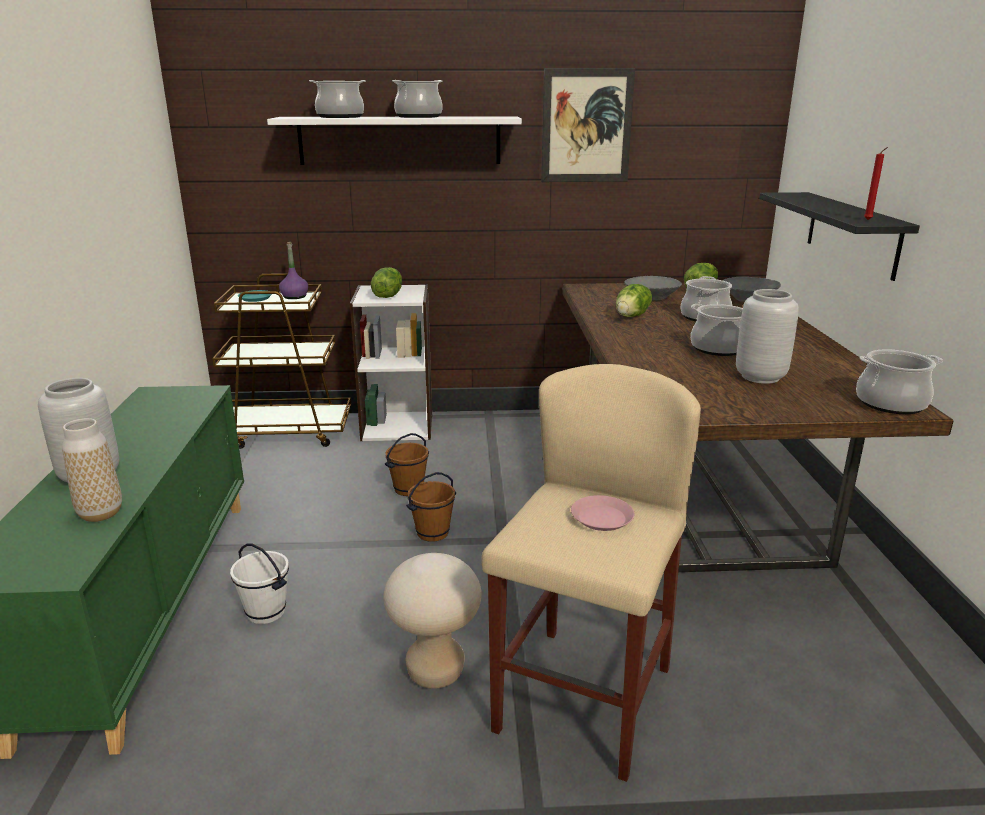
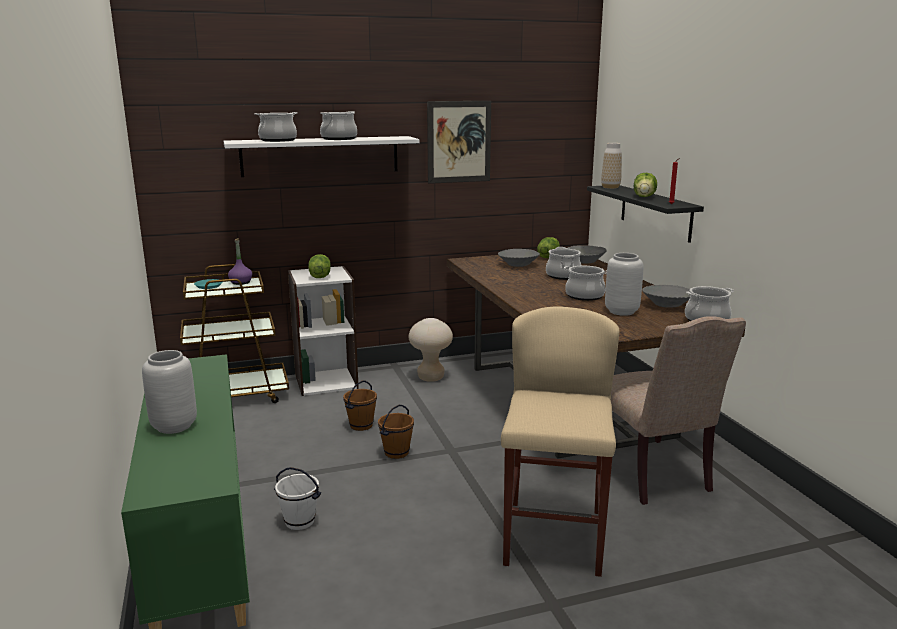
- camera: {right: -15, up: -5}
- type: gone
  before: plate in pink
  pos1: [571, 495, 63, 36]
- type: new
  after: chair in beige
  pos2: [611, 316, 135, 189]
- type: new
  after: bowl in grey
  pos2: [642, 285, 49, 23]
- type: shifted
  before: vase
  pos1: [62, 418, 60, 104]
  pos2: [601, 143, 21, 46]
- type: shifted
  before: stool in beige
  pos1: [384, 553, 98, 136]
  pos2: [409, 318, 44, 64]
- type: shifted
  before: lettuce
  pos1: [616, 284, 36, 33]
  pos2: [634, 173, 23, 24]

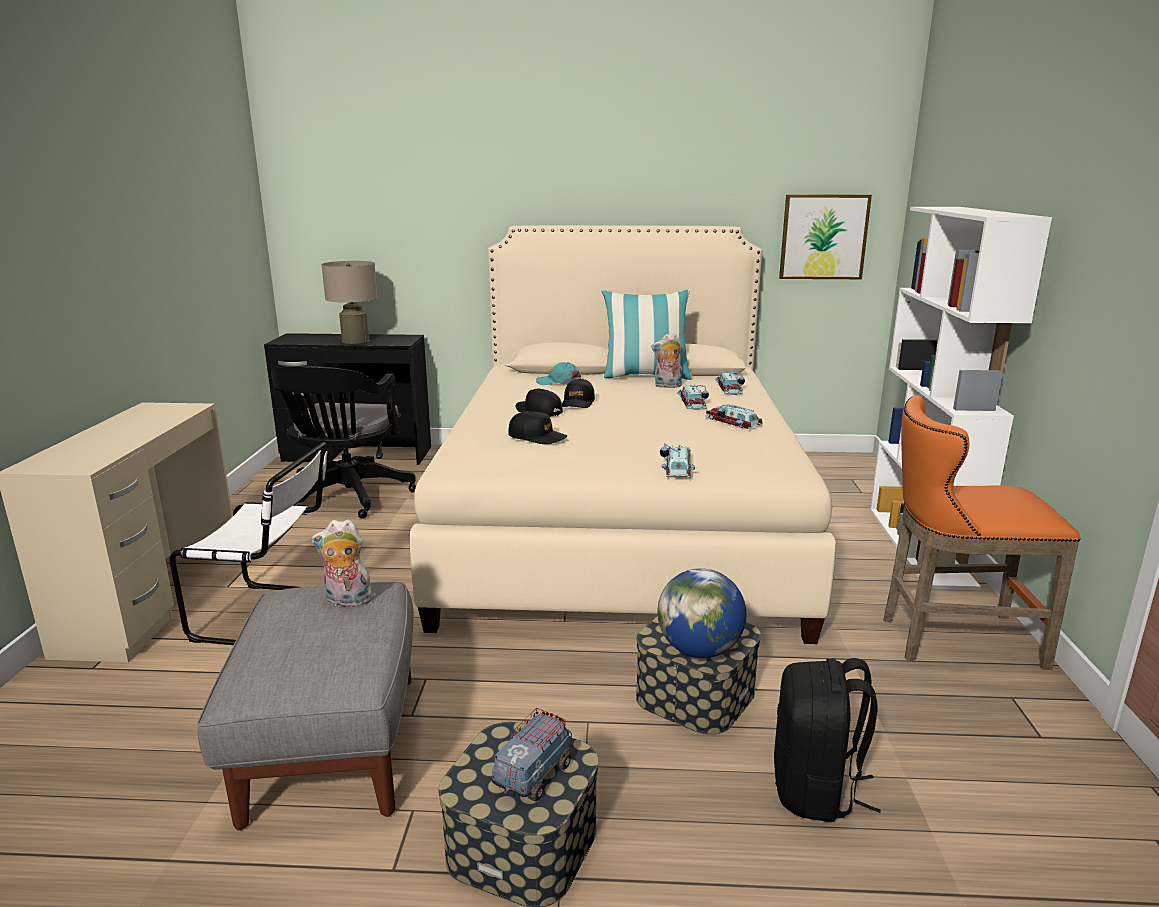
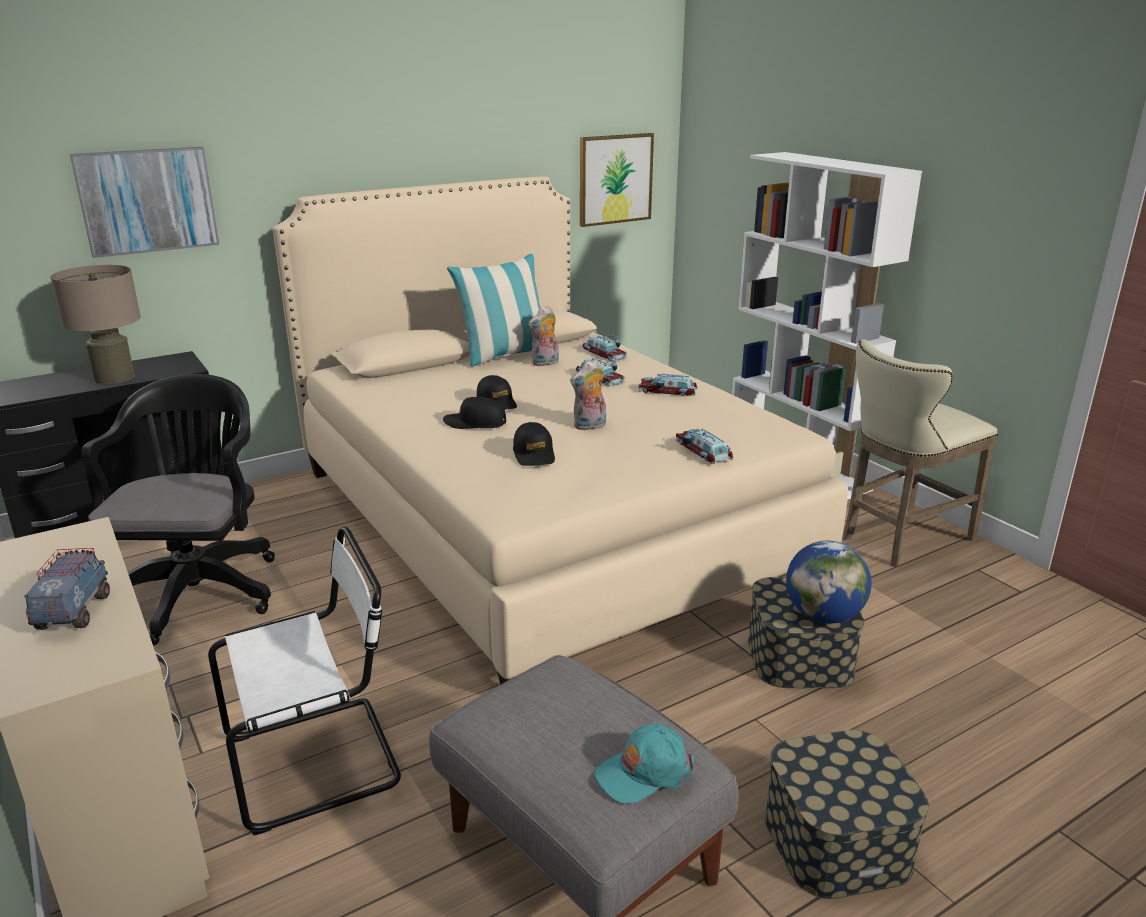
- camera: {right: -35, up: 5}
- type: gone
  before: backpack in black
  pos1: [774, 658, 107, 164]
- type: new
  after: picture
  pos2: [70, 147, 149, 111]
- type: shifted
  before: plush toy
  pos1: [311, 520, 64, 87]
  pos2: [570, 359, 36, 71]
- type: shifted
  before: toy truck
  pos1: [492, 708, 81, 93]
  pos2: [24, 548, 86, 82]
- type: shifted
  before: cap in turquoise
  pos1: [536, 362, 45, 23]
  pos2: [594, 723, 101, 81]
- type: repainted
  before: stool in orange
  after: stool in beige
  pos1: [883, 395, 198, 275]
  pos2: [843, 339, 155, 228]
- type: rotated
  before: office chair in black
  pos1: [271, 366, 145, 153]
  pos2: [81, 374, 194, 272]
  turn: -150
- type: rotated
  before: cap in black
  pos1: [508, 411, 59, 33]
  pos2: [513, 422, 42, 44]
  turn: 90

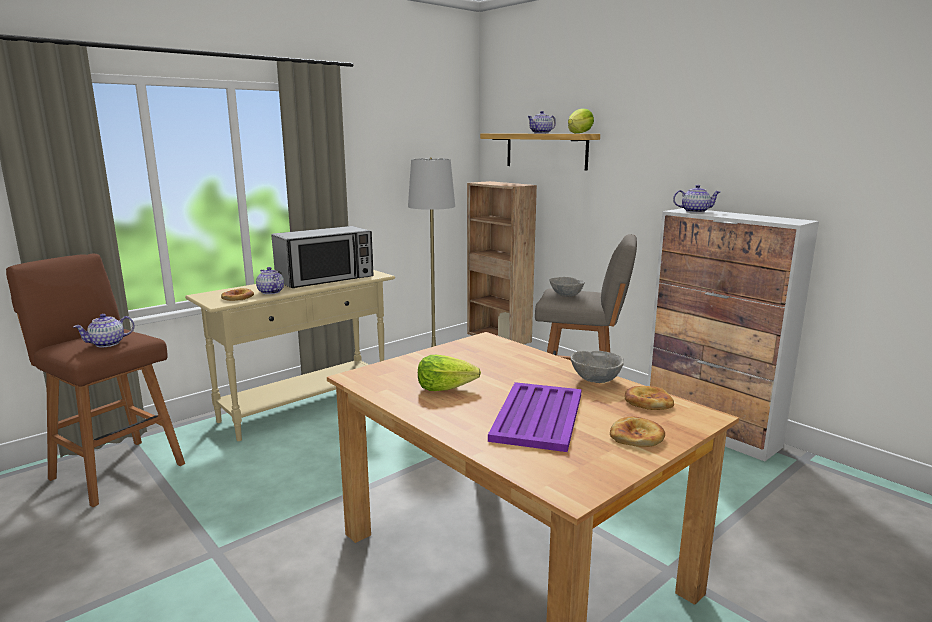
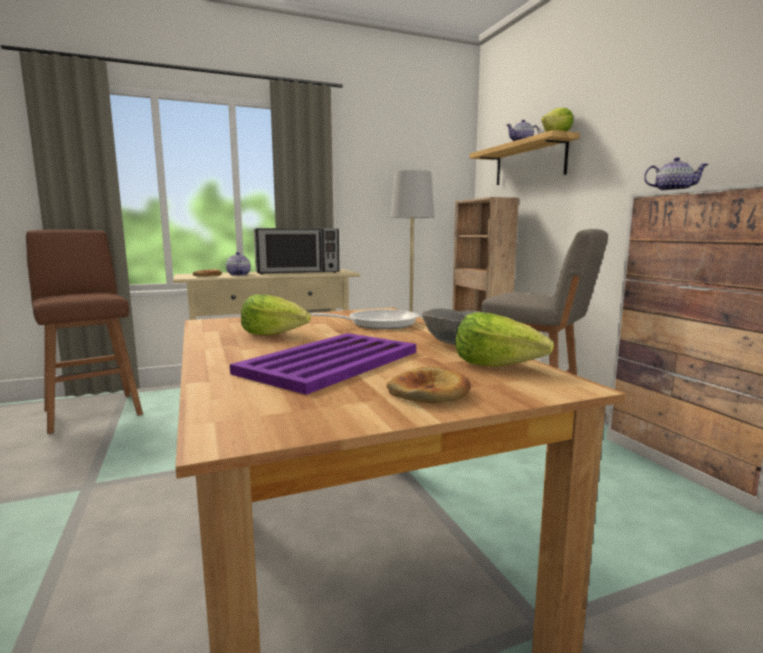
- camera: {right: 20, up: -5}
- type: gone
  before: teapot
  pos1: [73, 314, 62, 33]
- type: gone
  before: bowl in grey
  pos1: [550, 277, 35, 20]
- type: new
  after: frying pan
  pos2: [309, 309, 110, 20]
- type: swapped
  before: bread
  after: lettuce
  pos1: [625, 386, 49, 24]
  pos2: [455, 312, 99, 55]

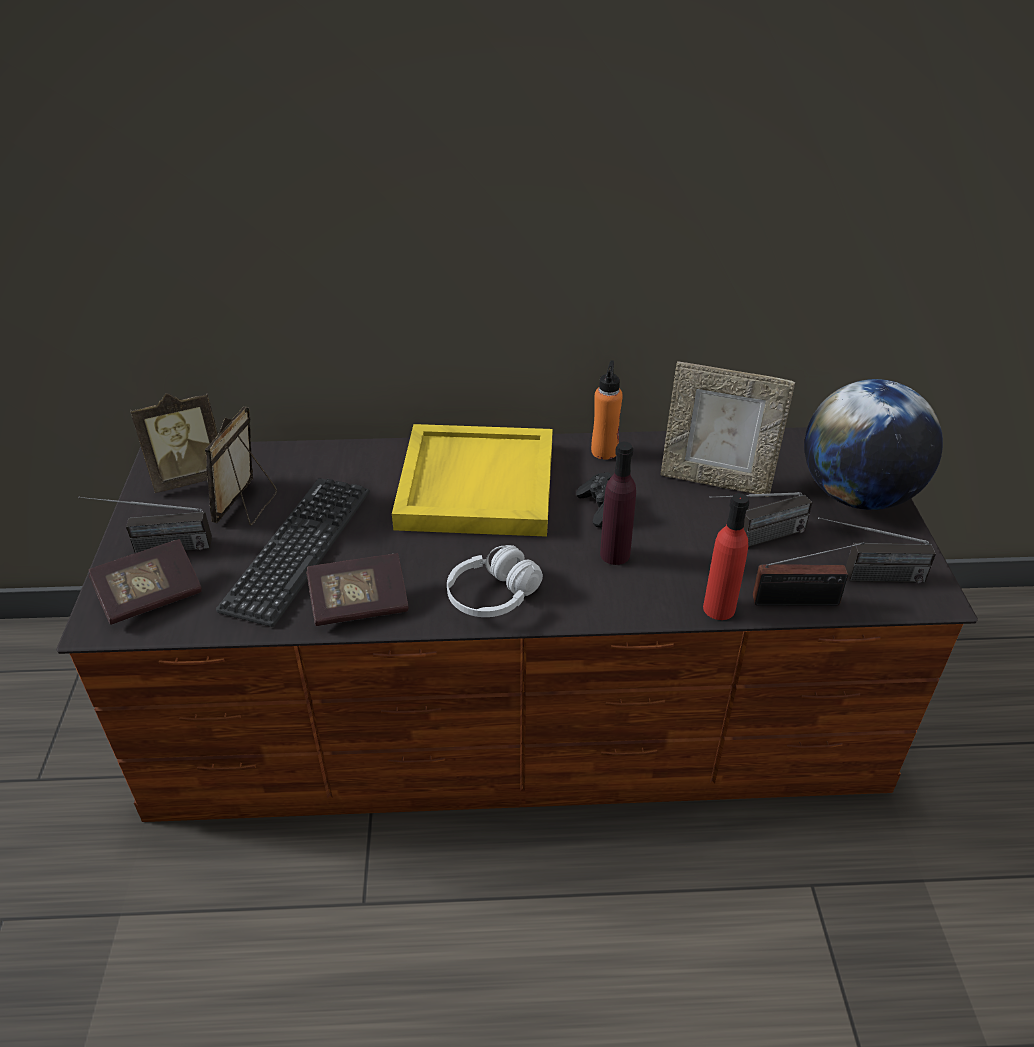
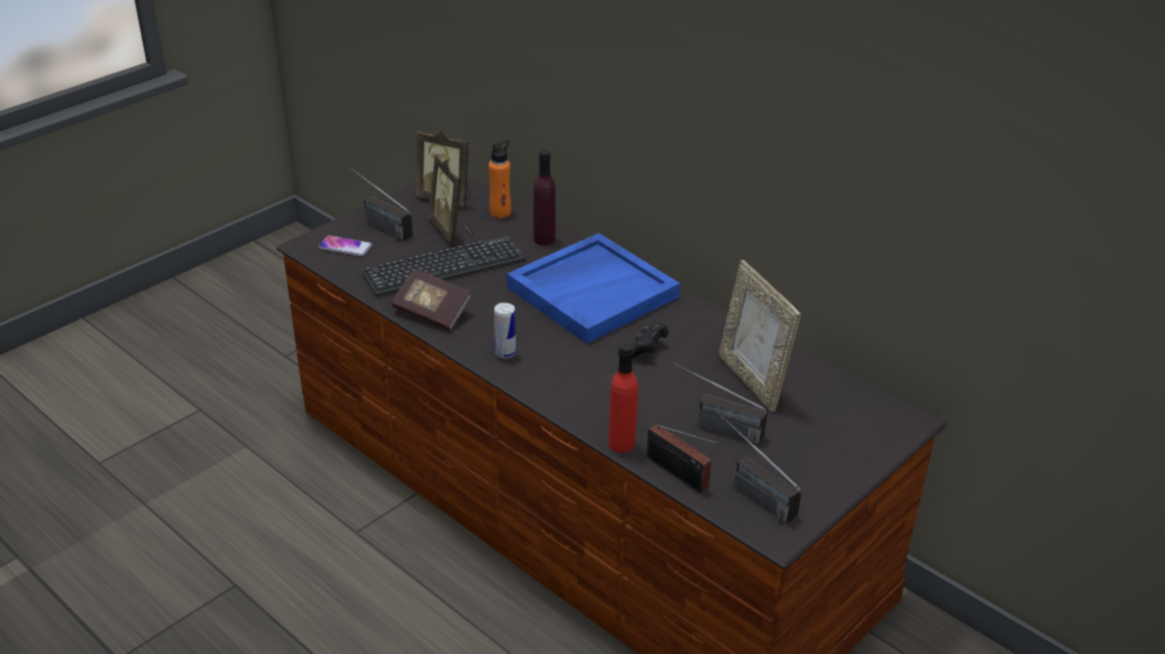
- camera: {right: 45, up: -5}
- type: gone
  before: globe
  pos1: [804, 379, 139, 131]
- type: shifted
  before: bottle in orange
  pos1: [591, 360, 32, 100]
  pos2: [488, 140, 23, 78]
- type: shifted
  before: bottle in purple
  pos1: [600, 442, 36, 123]
  pos2: [533, 150, 23, 95]
- type: swapped
  before: book
  after: phone
  pos1: [88, 539, 114, 86]
  pos2: [318, 235, 54, 21]
- type: swapped
  before: headphones in white
  after: can
  pos1: [447, 545, 96, 72]
  pos2: [494, 303, 22, 55]
- type: repainted
  before: tray in yellow
  after: tray in blue
  pos1: [392, 424, 161, 113]
  pos2: [507, 233, 173, 111]
- type: rotated
  before: picture frame
  pos1: [205, 406, 72, 120]
  pos2: [429, 154, 45, 90]
  turn: -90

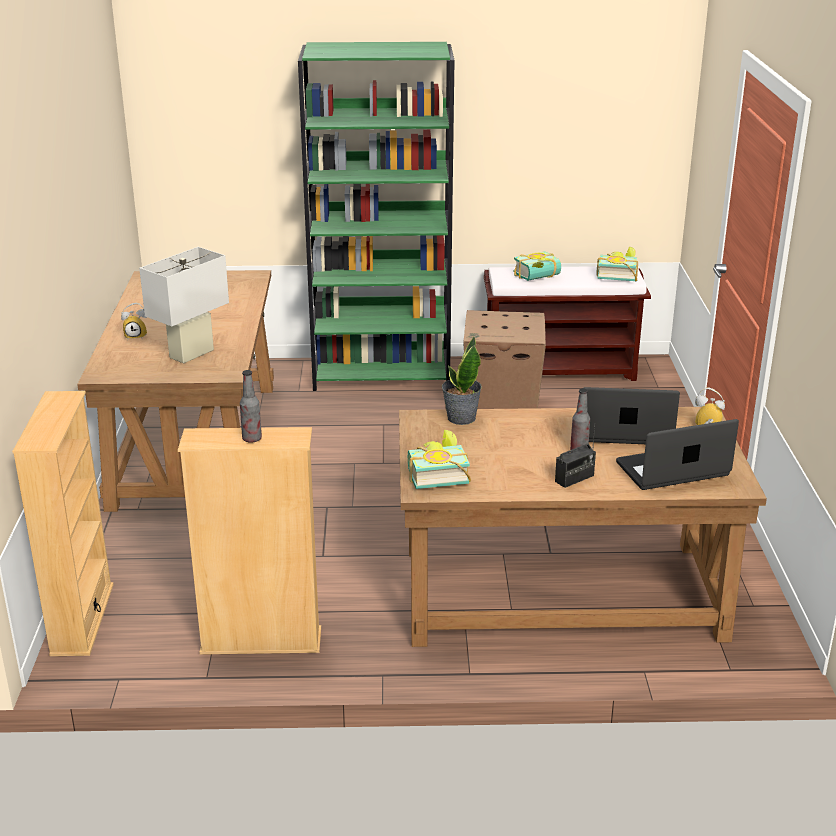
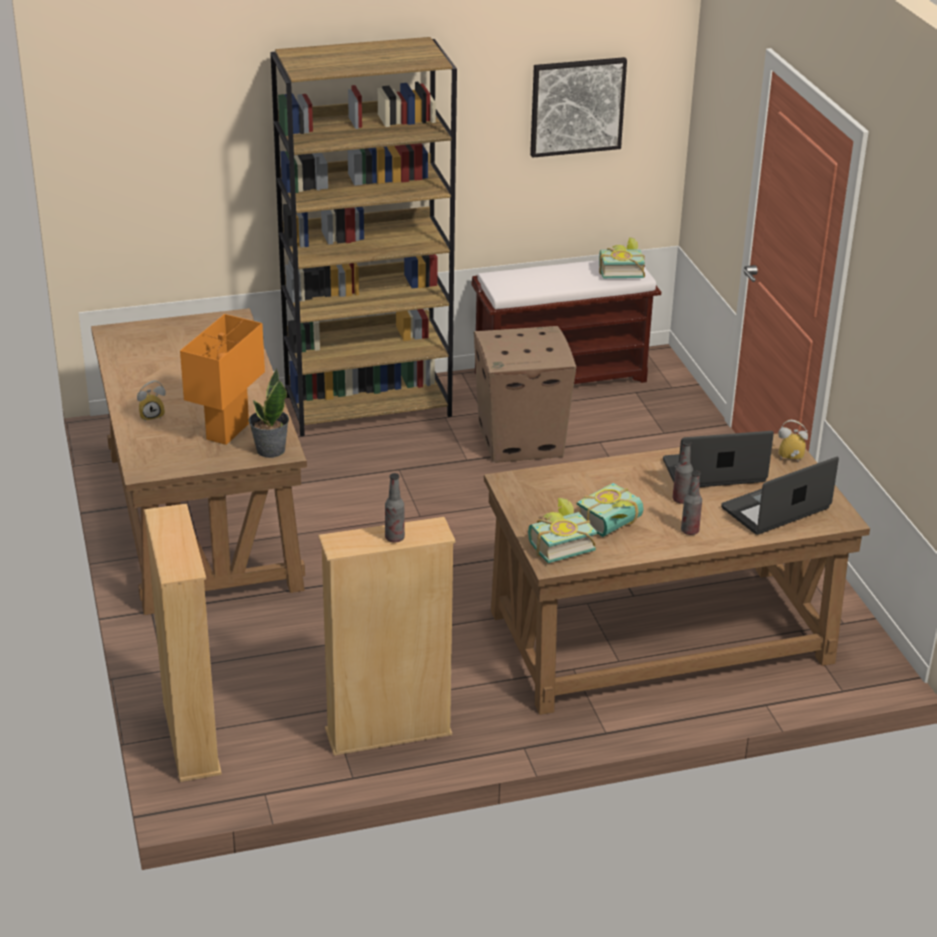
- camera: {right: -15, up: 5}
- type: new
  after: picture
  pos2: [530, 57, 97, 101]
- type: shifted
  before: potted plant
  pos1: [442, 337, 40, 88]
  pos2: [249, 368, 40, 90]
- type: shifted
  before: book
  pos1: [514, 251, 47, 30]
  pos2: [577, 483, 67, 54]
- type: swapped
  before: radio
  after: bottle
  pos1: [555, 424, 41, 64]
  pos2: [681, 471, 21, 64]
- type: repainted
  before: table lamp in white
  after: table lamp in orange
  pos1: [139, 247, 90, 116]
  pos2: [180, 314, 85, 131]
- type: repainted
  before: bookcase in green
  after: bookcase in brown
  pos1: [298, 42, 156, 349]
  pos2: [270, 37, 187, 399]

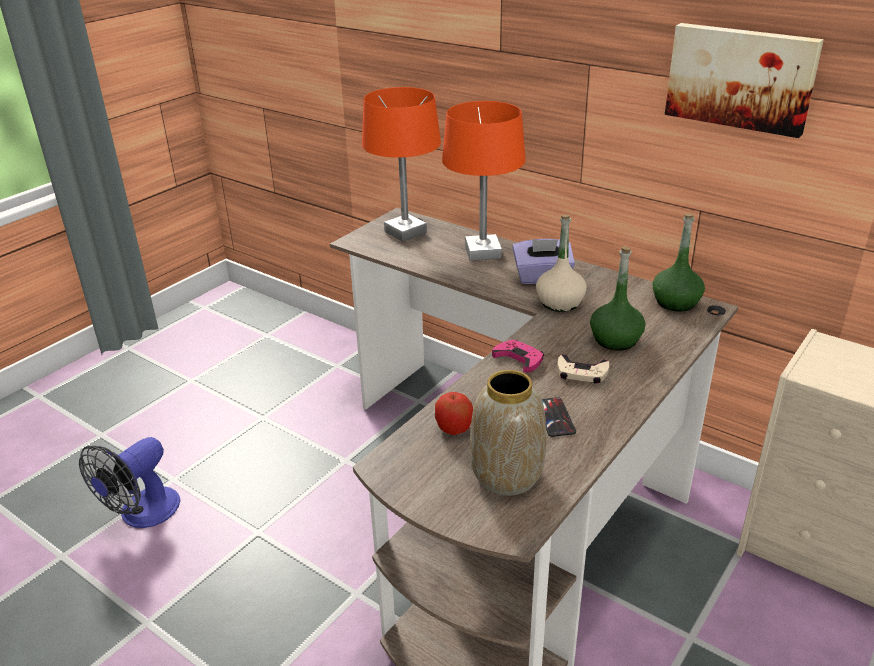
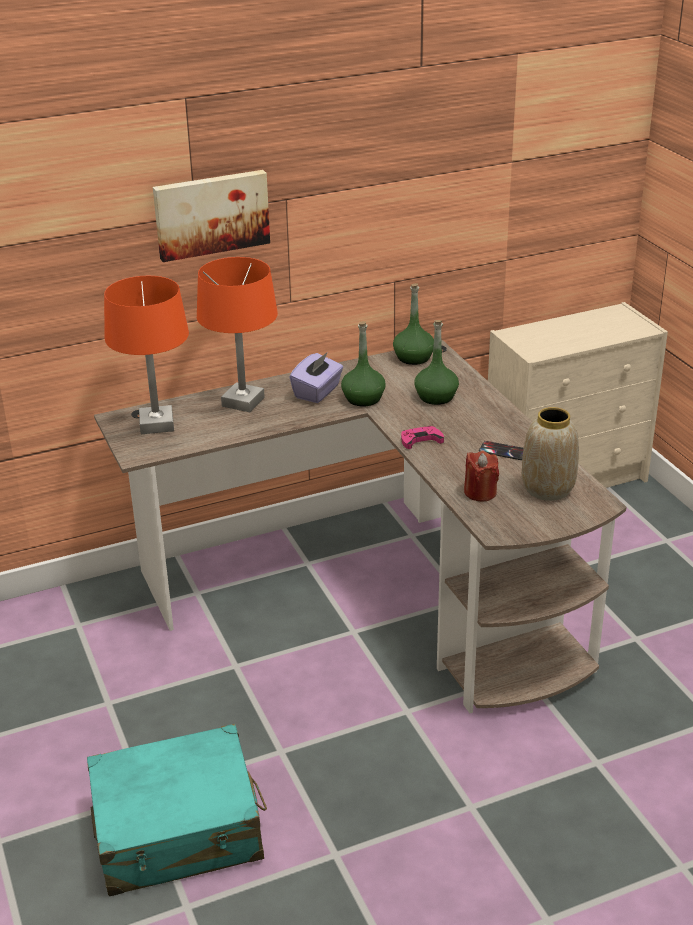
- camera: {right: -60, up: 0}
- type: gone
  before: game controller in beige
  pos1: [557, 354, 52, 30]
- type: shifted
  before: picture
  pos1: [665, 23, 159, 115]
  pos2: [153, 170, 117, 92]
- type: swapped
  before: fan
  after: suitcase in turquoise
  pos1: [79, 437, 101, 91]
  pos2: [87, 724, 180, 172]
- type: swapped
  before: apple
  after: candle in red
  pos1: [435, 392, 38, 43]
  pos2: [464, 451, 35, 50]
- type: repainted
  before: bottle in beige
  after: bottle in green
  pos1: [536, 215, 51, 97]
  pos2: [341, 321, 45, 85]

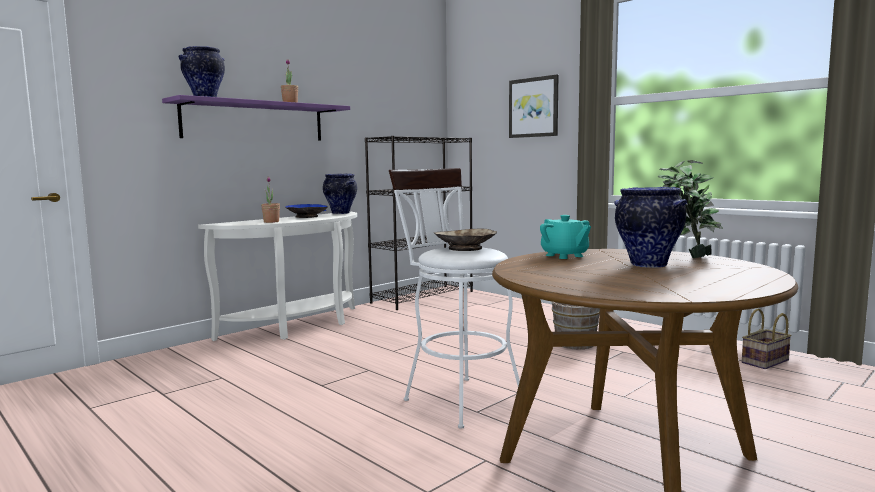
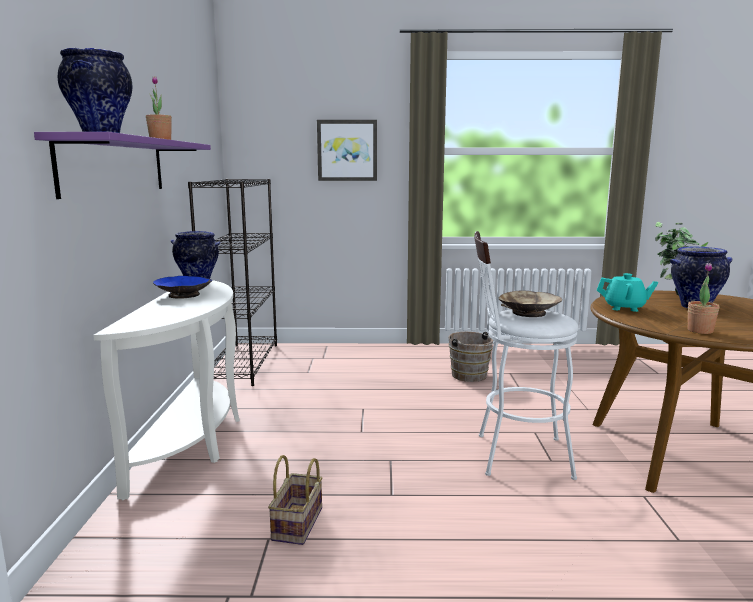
- camera: {right: -45, up: 5}
- type: shifted
  before: potted plant
  pos1: [261, 177, 19, 46]
  pos2: [688, 263, 32, 71]
- type: shifted
  before: basket
  pos1: [742, 308, 50, 61]
  pos2: [268, 455, 55, 90]

